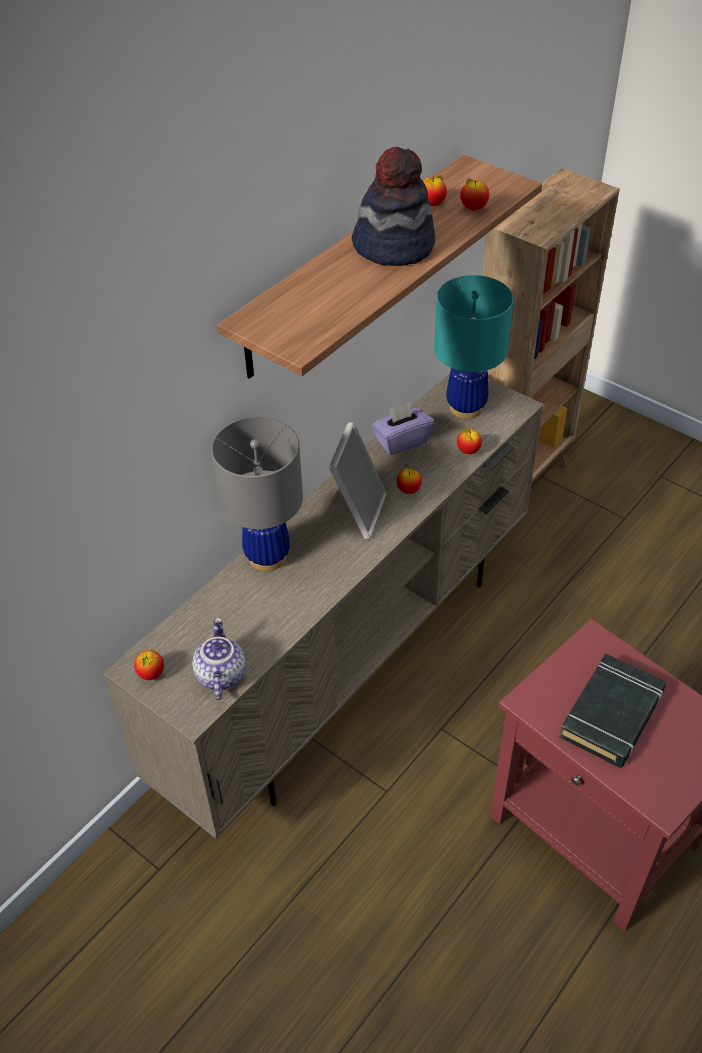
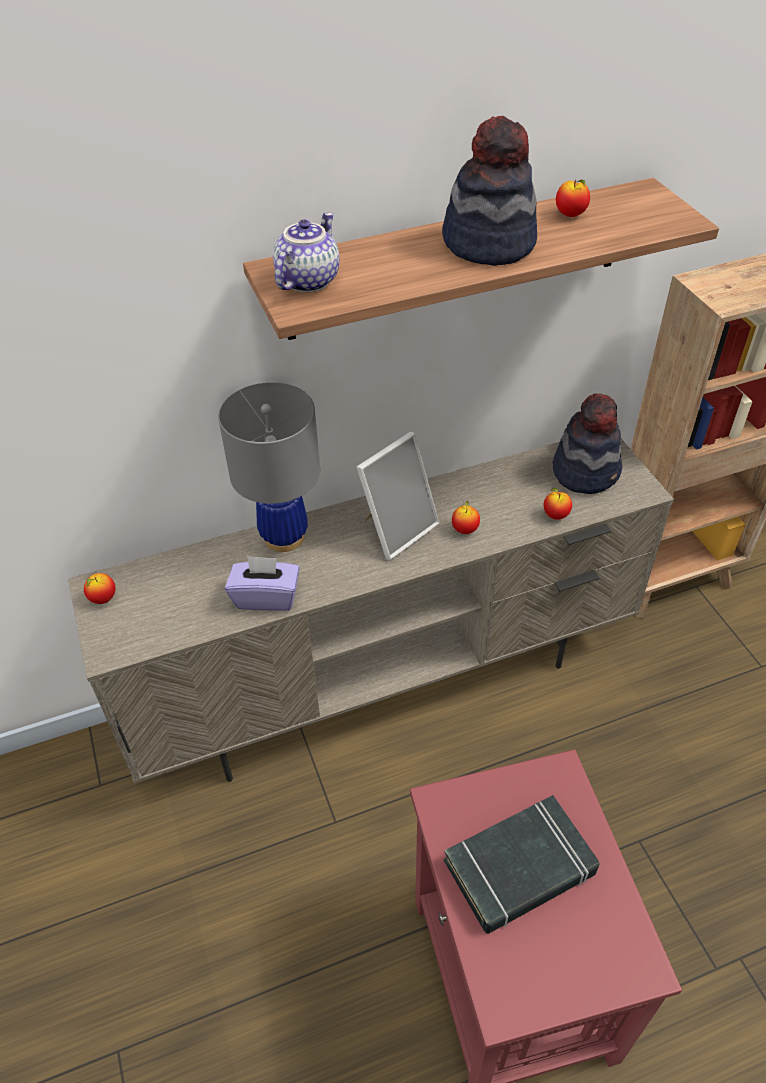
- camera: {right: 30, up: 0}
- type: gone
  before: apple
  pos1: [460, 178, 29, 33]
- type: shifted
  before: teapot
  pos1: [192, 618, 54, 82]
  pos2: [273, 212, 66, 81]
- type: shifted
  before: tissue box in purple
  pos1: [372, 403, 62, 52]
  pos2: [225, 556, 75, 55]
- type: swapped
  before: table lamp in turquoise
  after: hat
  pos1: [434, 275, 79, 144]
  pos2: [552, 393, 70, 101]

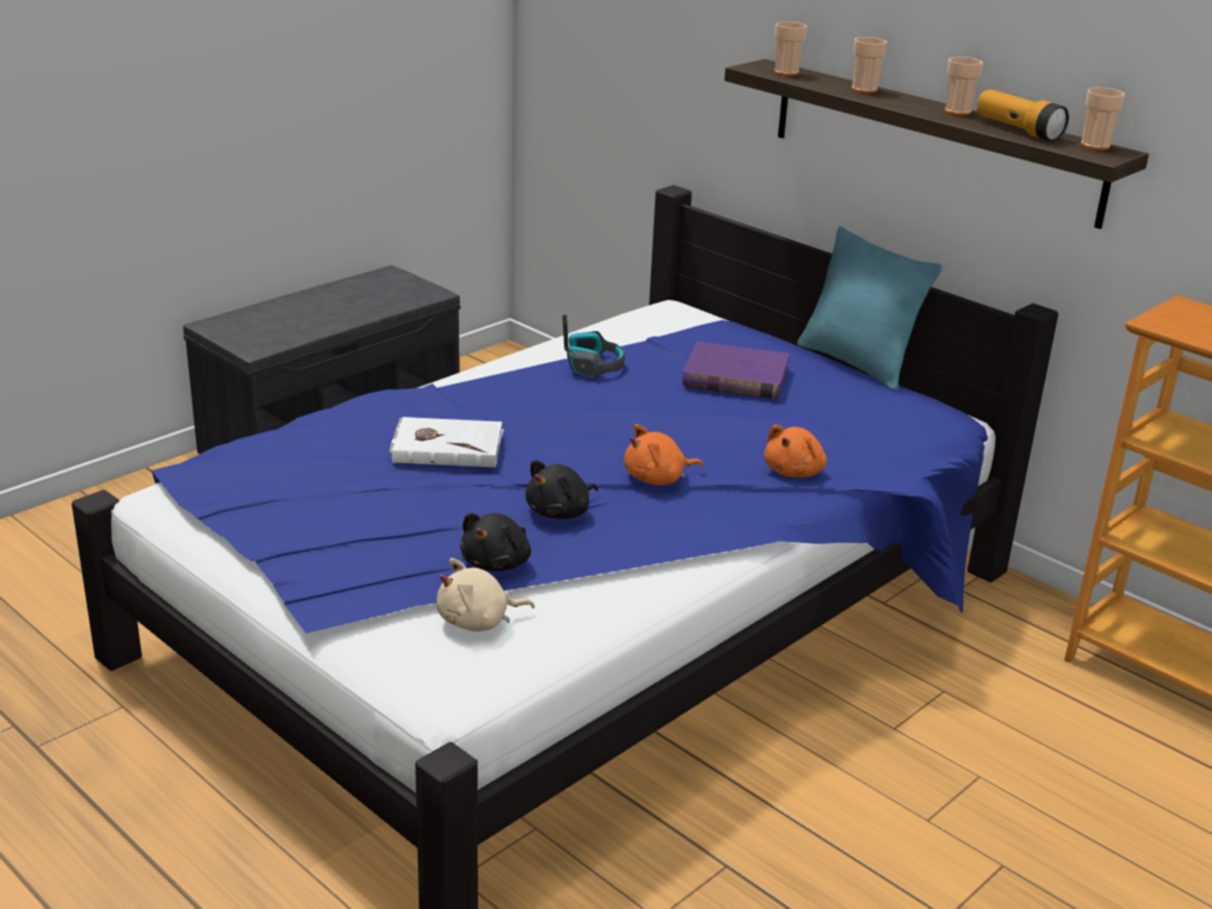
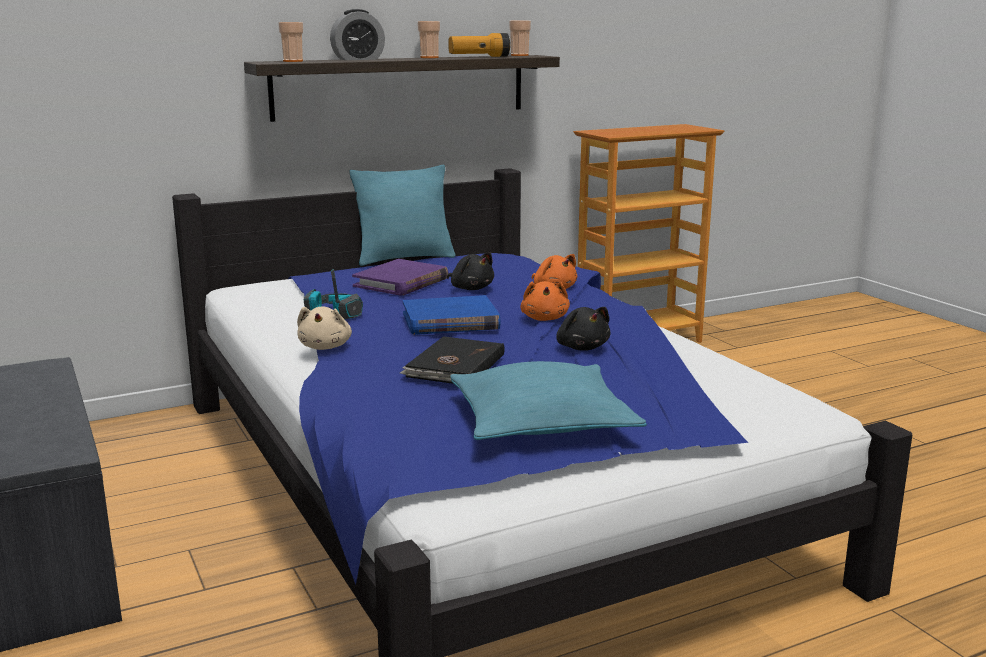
- camera: {right: -70, up: -10}
- type: new
  after: book in blue
  pos2: [403, 295, 98, 40]
- type: new
  after: pillow in turquoise
  pos2: [450, 361, 197, 79]
- type: shifted
  before: plush toy in beige
  pos1: [437, 558, 98, 74]
  pos2: [297, 306, 55, 44]
- type: shifted
  before: plush toy in black
  pos1: [460, 513, 71, 58]
  pos2: [447, 252, 47, 38]
- type: swapped
  before: cup
  after: alarm clock
  pos1: [852, 37, 35, 56]
  pos2: [330, 9, 55, 51]
- type: repainted
  before: book in white
  after: book in black
  pos1: [389, 417, 115, 50]
  pos2: [400, 336, 105, 48]

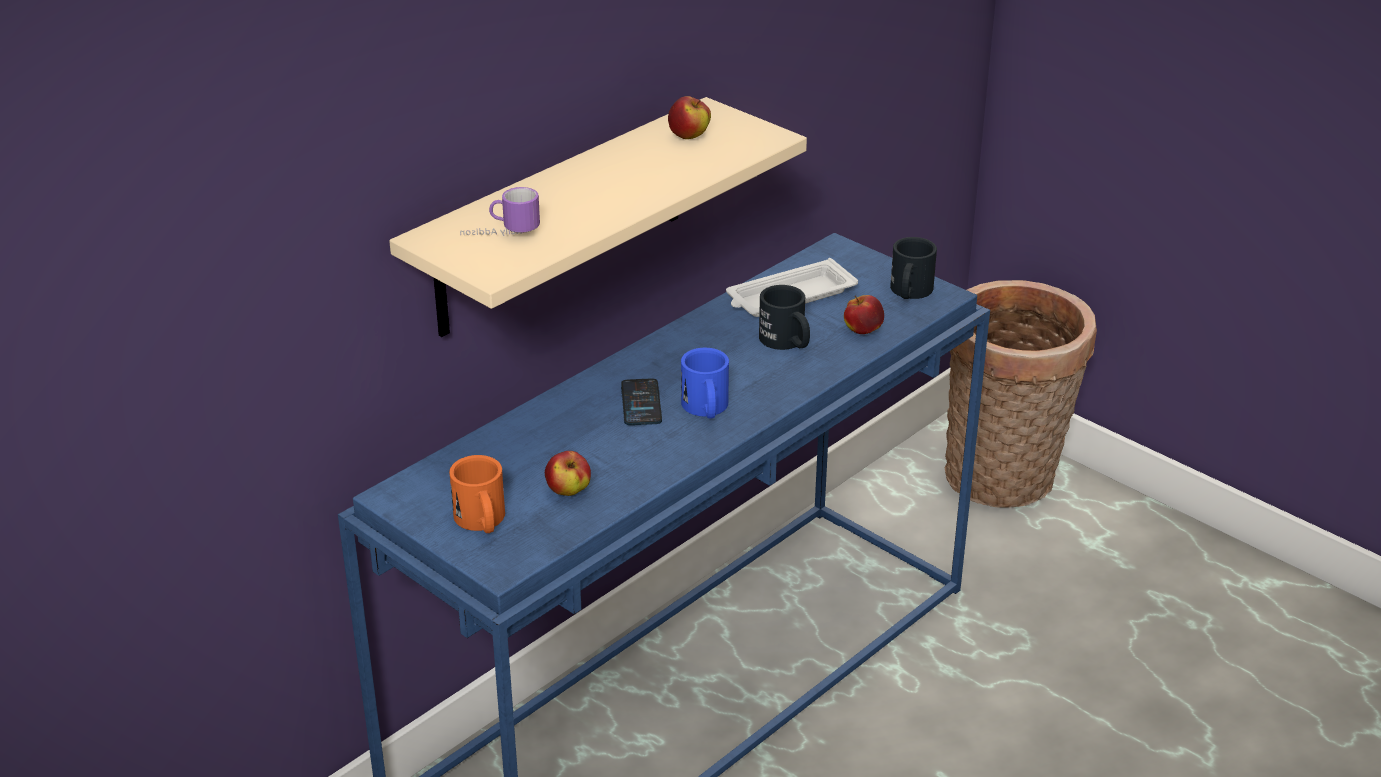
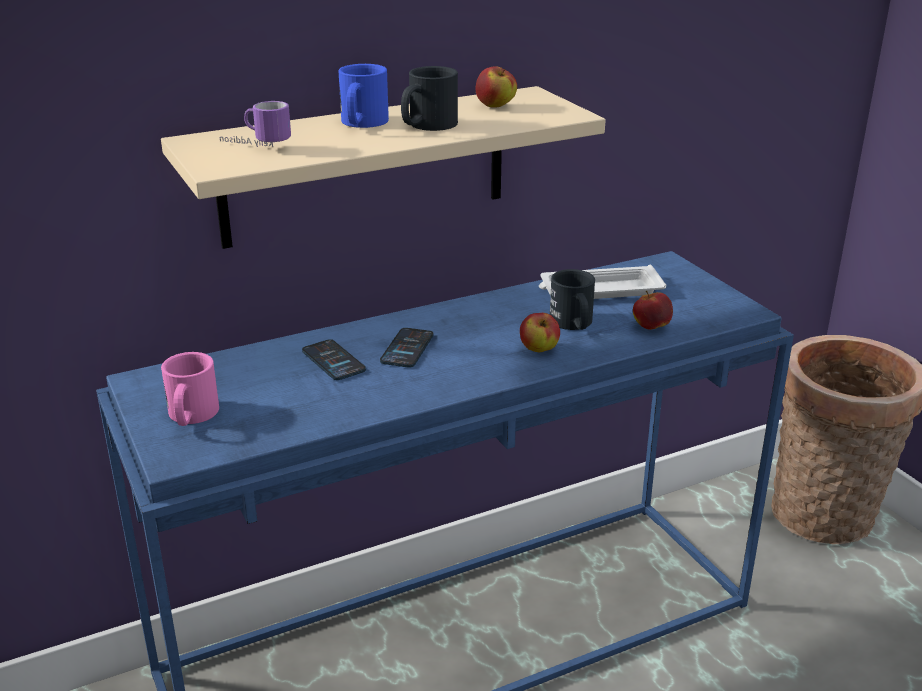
- camera: {right: 20, up: -5}
- type: new
  after: phone
  pos2: [302, 339, 64, 41]
- type: shifted
  before: apple
  pos1: [545, 451, 46, 45]
  pos2: [520, 313, 40, 39]
- type: shifted
  before: mug in blue
  pos1: [681, 348, 48, 71]
  pos2: [338, 64, 51, 64]
- type: shifted
  before: mug in black
  pos1: [890, 237, 47, 62]
  pos2: [401, 66, 57, 65]
- type: repainted
  before: mug in orange
  after: mug in pink
  pos1: [449, 455, 56, 78]
  pos2: [161, 352, 58, 74]

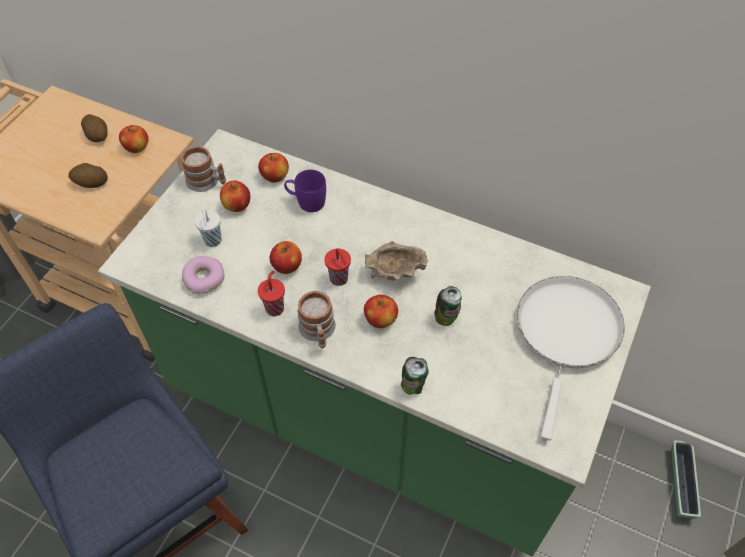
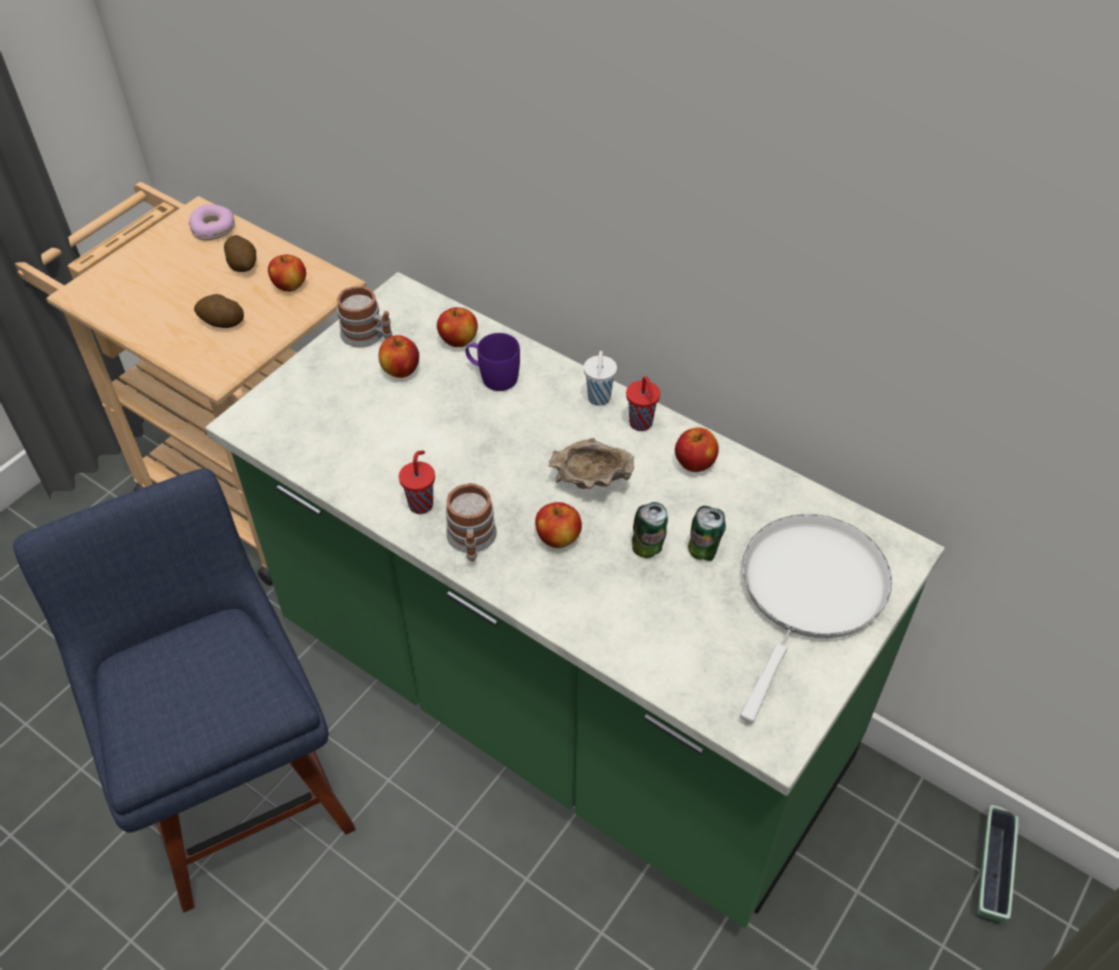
- camera: {right: 10, up: -5}
- type: shifted
  before: donut
  pos1: [182, 256, 42, 38]
  pos2: [189, 204, 46, 36]
- type: shifted
  before: cup in white
  pos1: [195, 209, 27, 38]
  pos2: [584, 351, 33, 55]
- type: shifted
  before: apple
  pos1: [269, 241, 33, 33]
  pos2: [675, 427, 44, 45]
- type: shifted
  before: cup in red
  pos1: [325, 248, 26, 38]
  pos2: [626, 376, 34, 55]
- type: shifted
  before: can
  pos1: [401, 357, 28, 38]
  pos2: [688, 506, 38, 55]

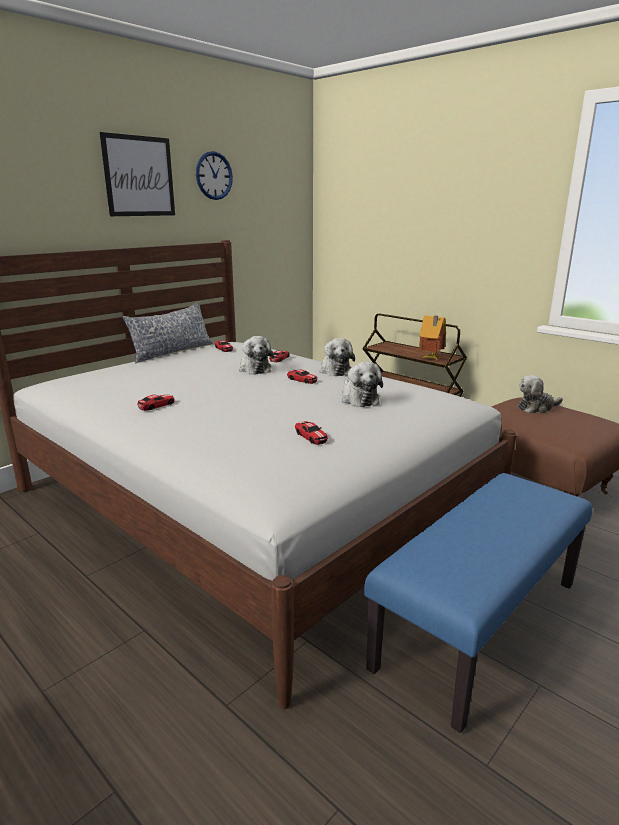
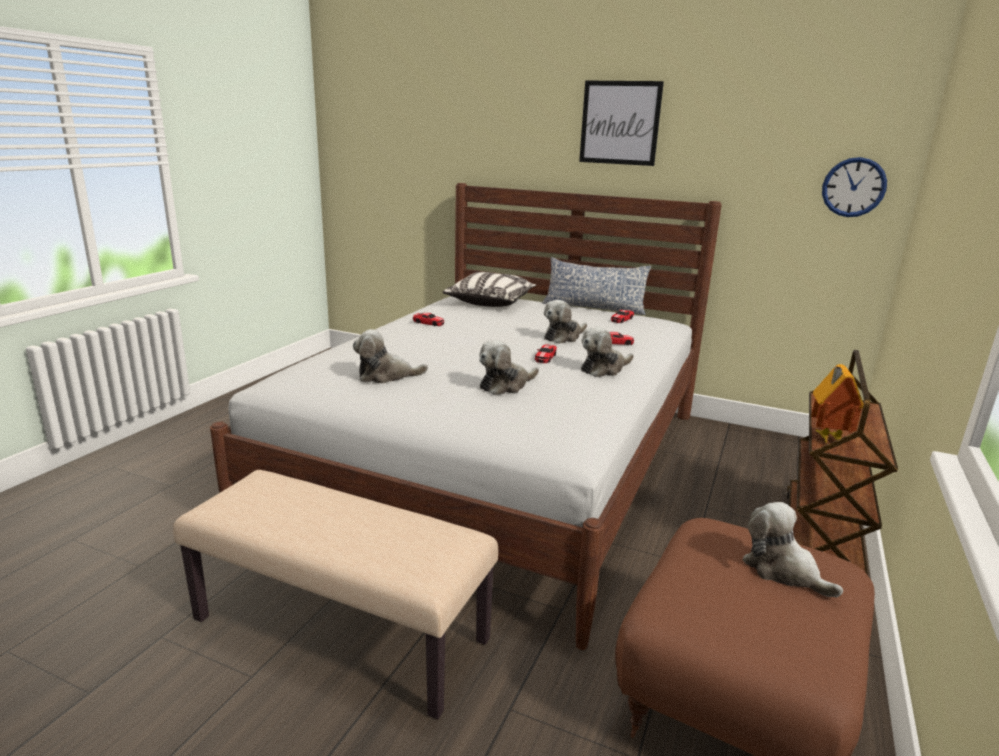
- camera: {right: 70, up: 0}
- type: new
  after: pillow
  pos2: [443, 272, 93, 35]
- type: shifted
  before: wall clock
  pos1: [196, 151, 37, 49]
  pos2: [822, 157, 65, 60]
- type: swapped
  before: toy car
  after: plush toy
  pos1: [295, 421, 33, 24]
  pos2: [353, 329, 75, 54]
- type: repainted
  before: bench in blue
  after: bench in beige
  pos1: [364, 473, 228, 260]
  pos2: [173, 470, 325, 249]

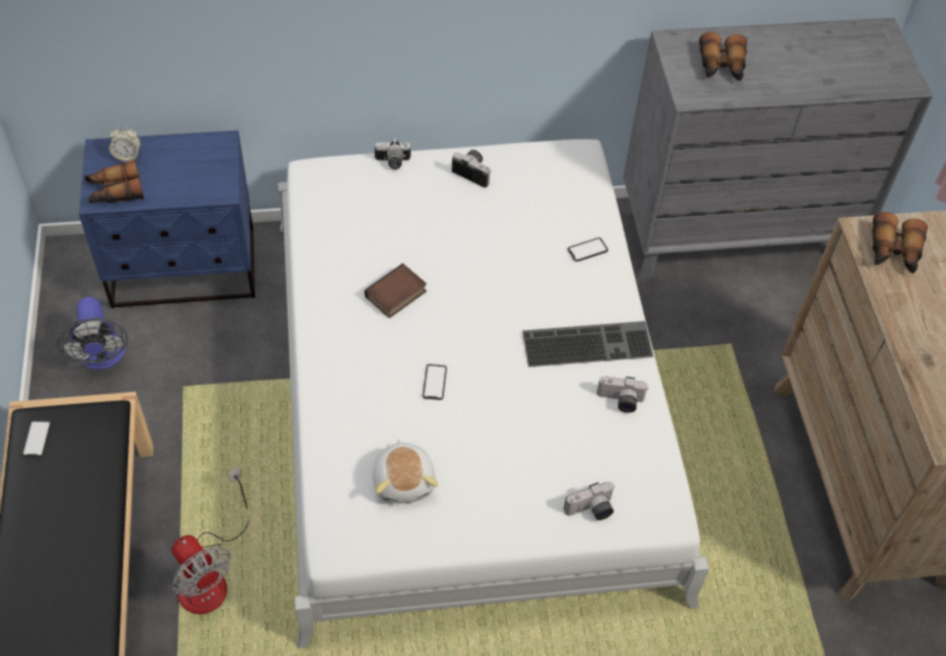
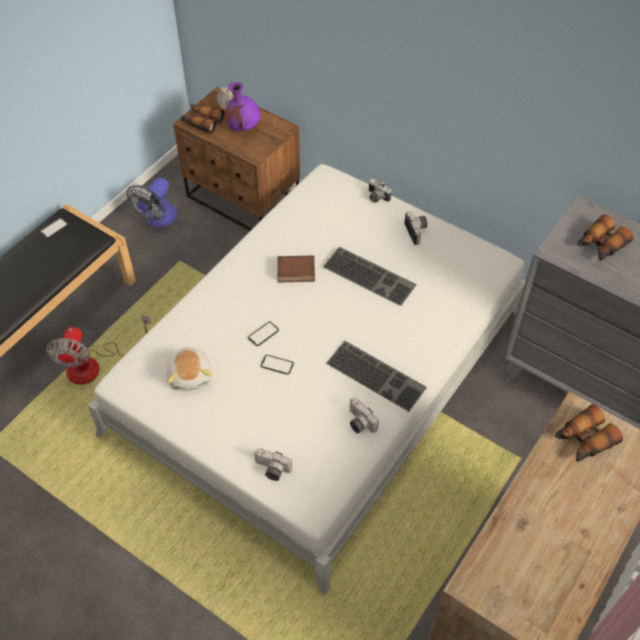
- camera: {right: 45, up: 0}
- type: new
  after: vase in purple
  pos2: [225, 82, 36, 49]
- type: new
  after: keyboard
  pos2: [323, 247, 94, 59]
- type: shifted
  before: phone
  pos1: [568, 238, 40, 24]
  pos2: [261, 355, 33, 20]
- type: repainted
  before: nightstand in blue
  after: nightstand in brown
  pos1: [79, 130, 176, 178]
  pos2: [173, 87, 127, 144]
- type: rotated
  before: plush toy
  pos1: [373, 439, 65, 65]
  pos2: [167, 347, 45, 44]
  turn: -45

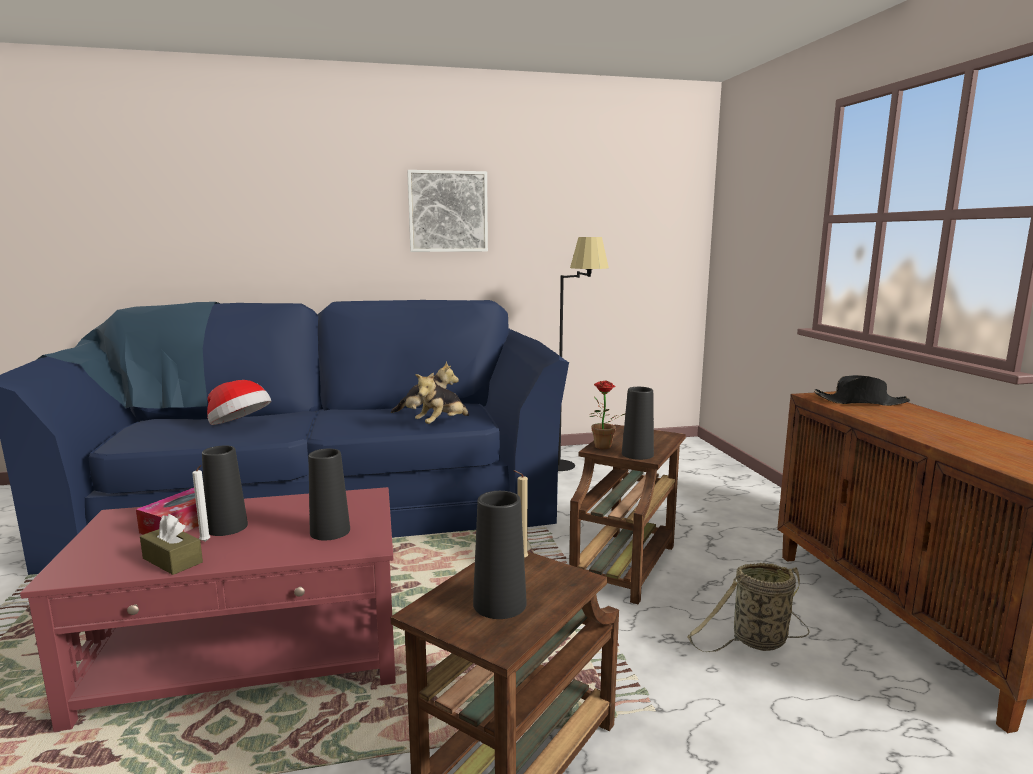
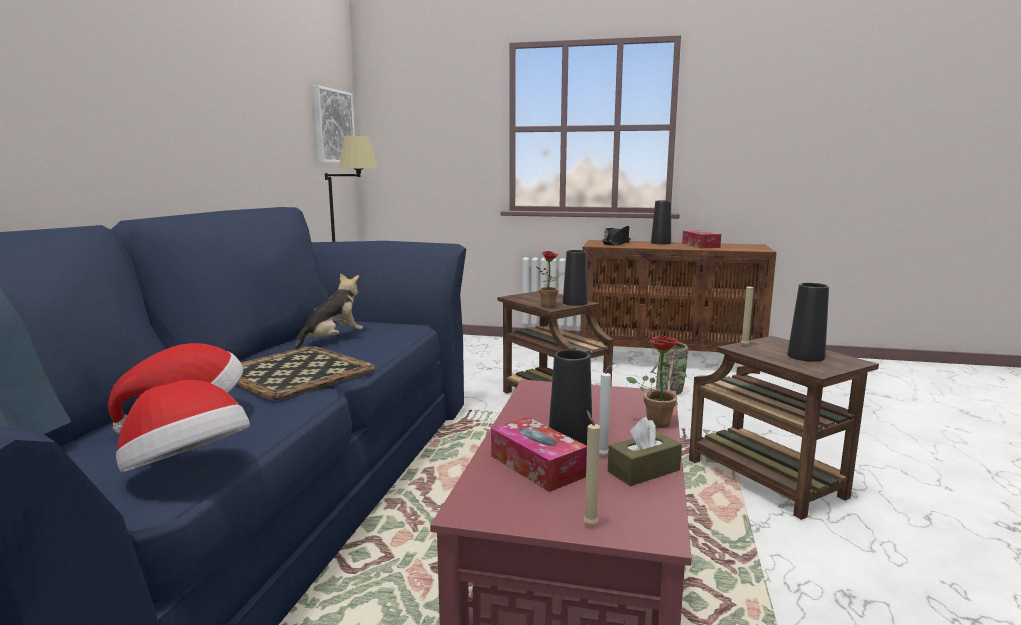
- camera: {right: -65, up: 0}
- type: gone
  before: plush toy
  pos1: [415, 373, 54, 51]
- type: new
  after: hat
  pos2: [116, 380, 134, 92]
- type: new
  after: tray
  pos2: [235, 346, 140, 54]
- type: new
  after: candle in beige
  pos2: [583, 410, 17, 116]
- type: new
  after: potted plant
  pos2: [626, 335, 61, 93]
- type: new
  after: tissue box
  pos2: [682, 230, 39, 18]
- type: shifted
  before: vase in black
  pos1: [309, 449, 41, 91]
  pos2: [651, 200, 20, 44]
- type: shifted
  before: picture
  pos1: [407, 170, 81, 82]
  pos2: [313, 85, 42, 78]

